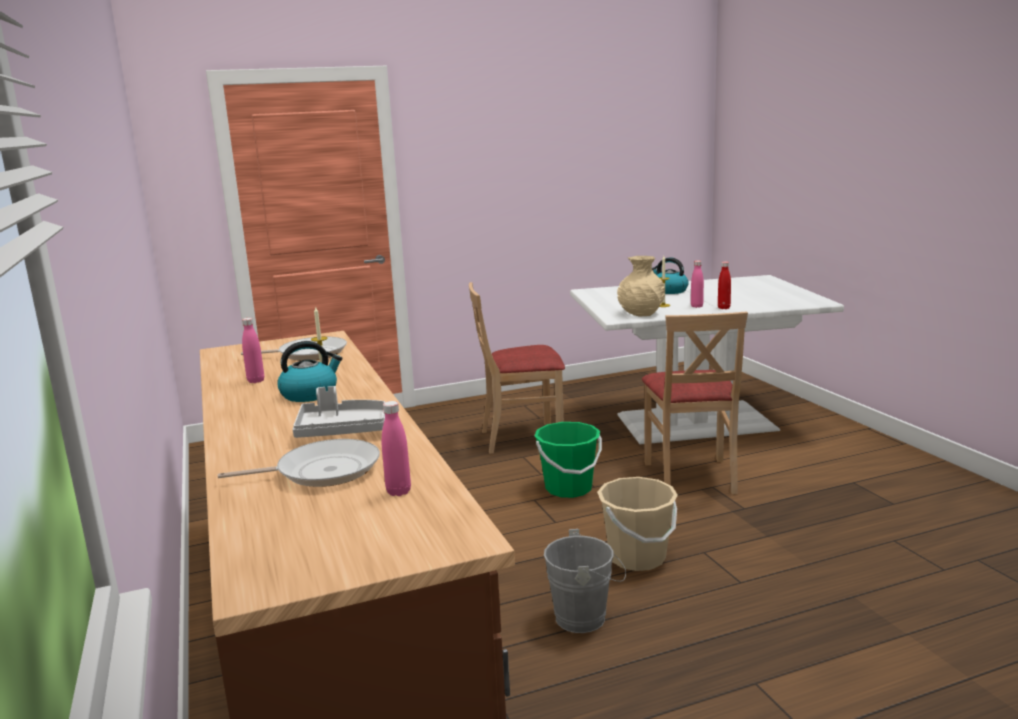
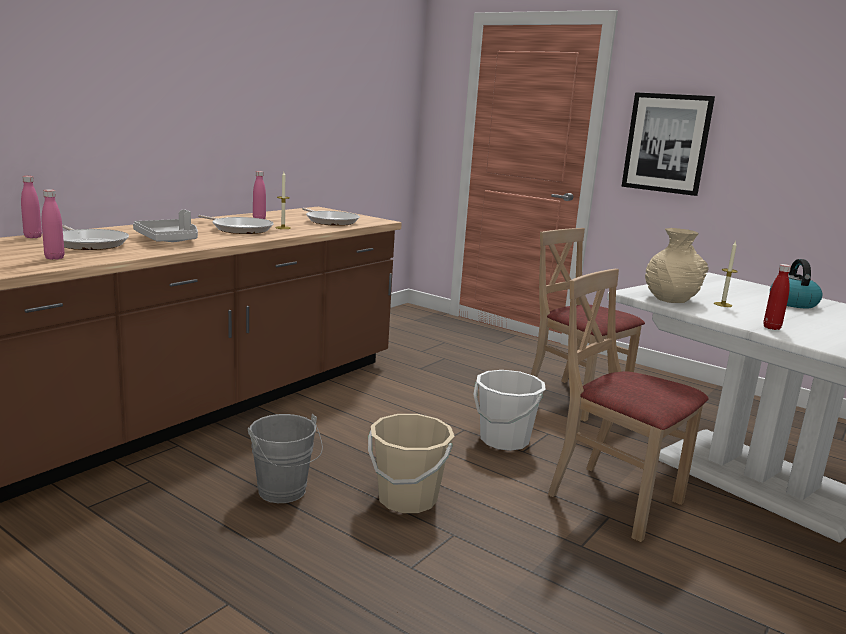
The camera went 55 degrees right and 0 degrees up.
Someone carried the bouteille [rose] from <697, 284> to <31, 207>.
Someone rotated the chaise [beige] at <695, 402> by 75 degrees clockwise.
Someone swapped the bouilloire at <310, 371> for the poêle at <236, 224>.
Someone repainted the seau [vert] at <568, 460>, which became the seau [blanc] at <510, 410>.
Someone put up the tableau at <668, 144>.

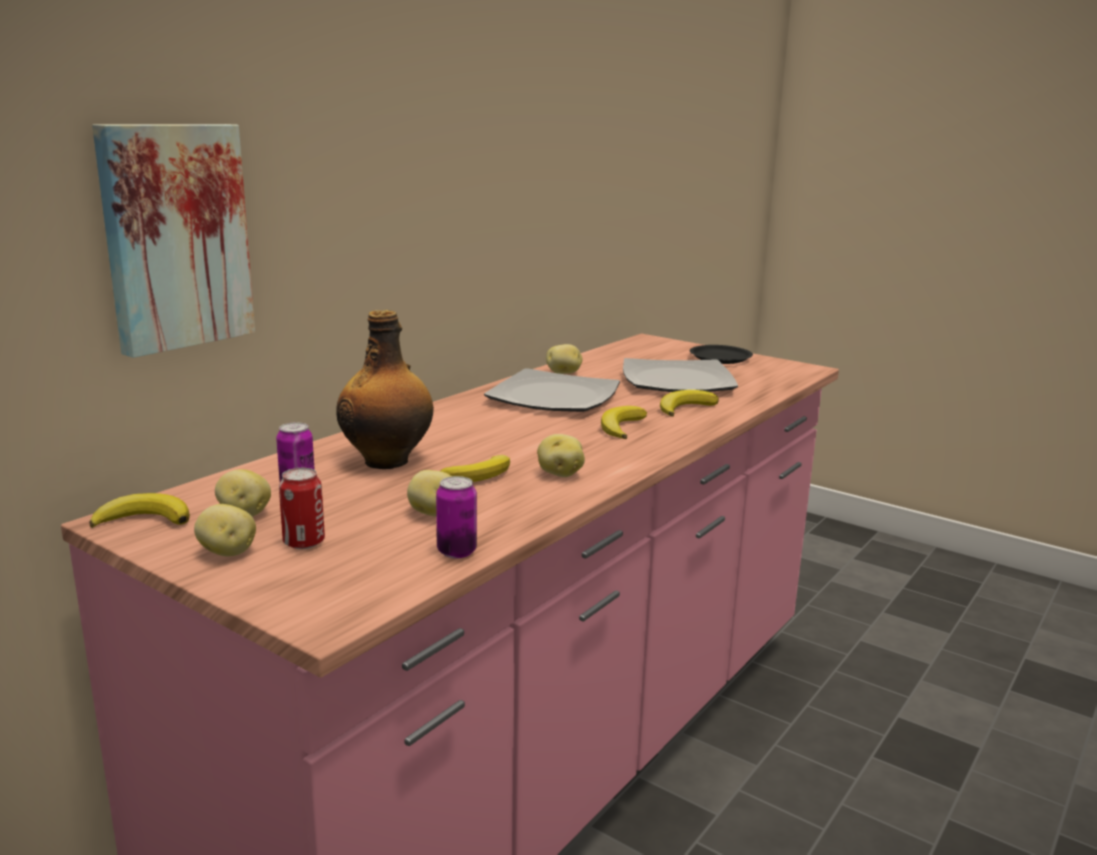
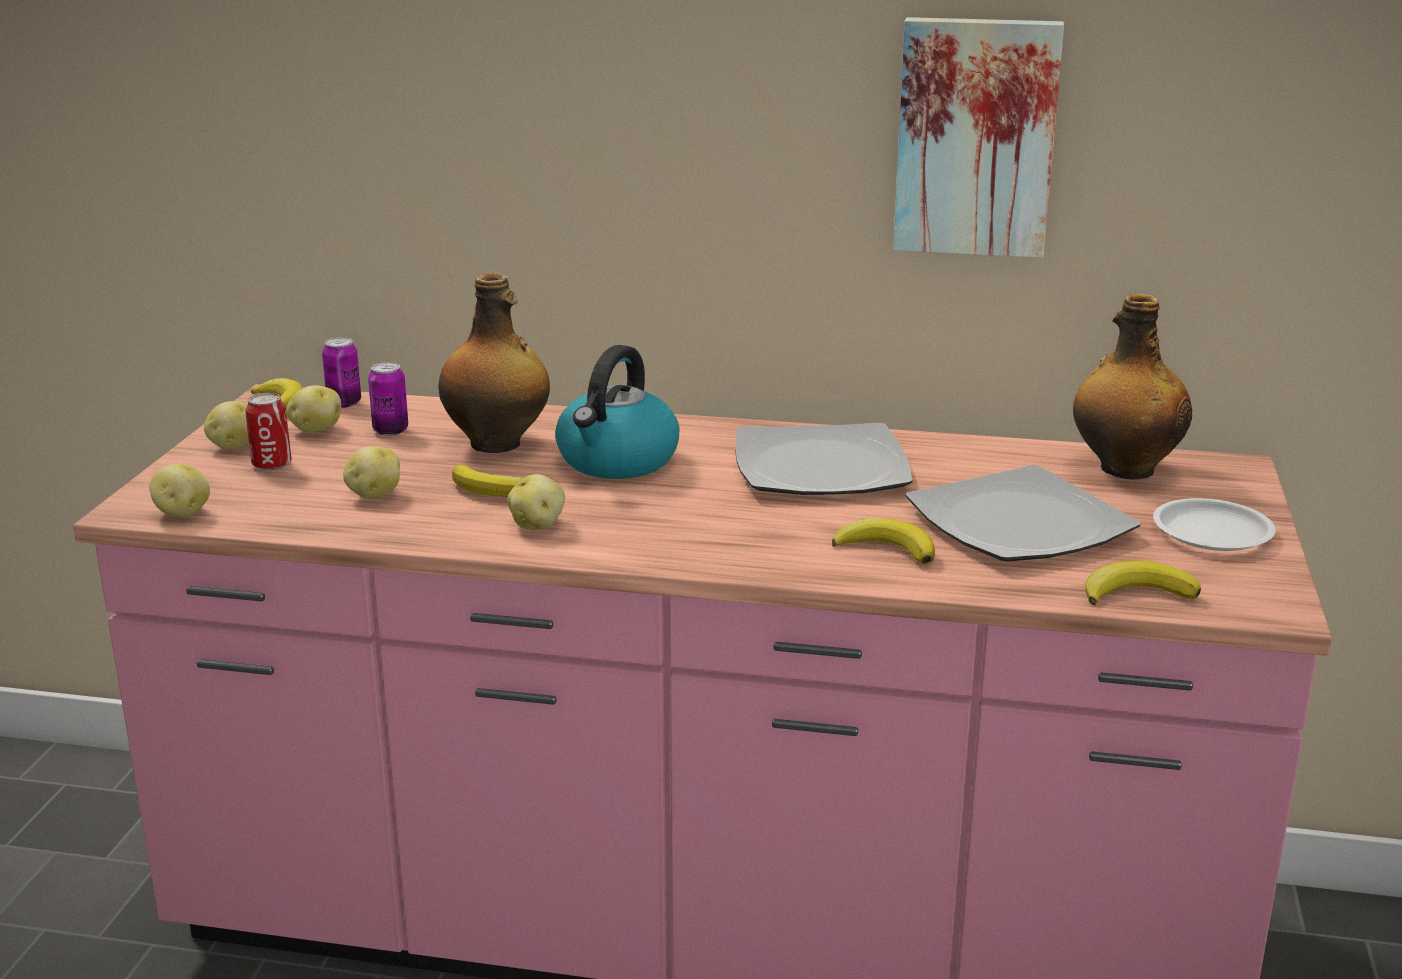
The camera went 65 degrees right and 5 degrees up.
Someone carried the tableau from <173, 241> to <978, 137>.
Someone carried the pomme de terre from <564, 359> to <179, 491>.
Someone repainted the assiette [noir] at <721, 354>, which became the assiette [blanc] at <1214, 524>.
Someone carried the banane from <624, 422> to <1143, 583>.
Someone carried the boîte métallique from <456, 517> to <341, 372>.
Someone put down the bouteille at <1132, 386>.
Someone put down the bouilloire at <617, 412>.

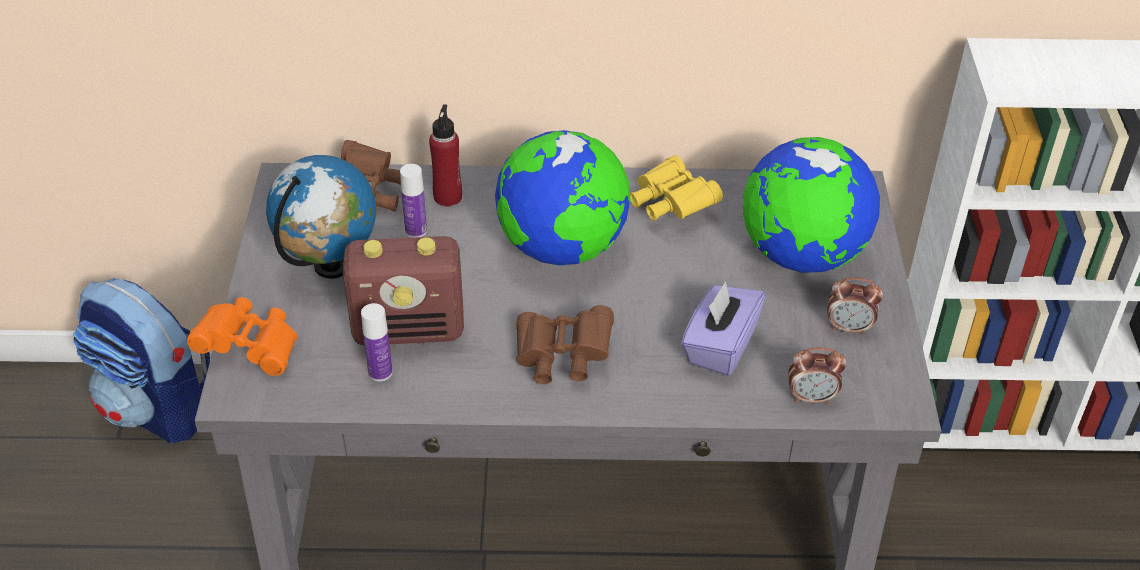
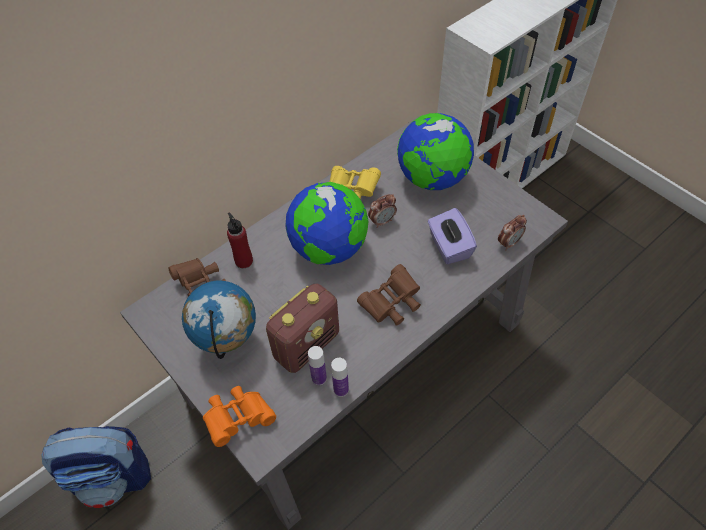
The camera went 40 degrees left and 10 degrees up.
Someone carried the bouteille from <413, 201> to <340, 377>.
Someone carried the réveil from <855, 306> to <382, 211>.

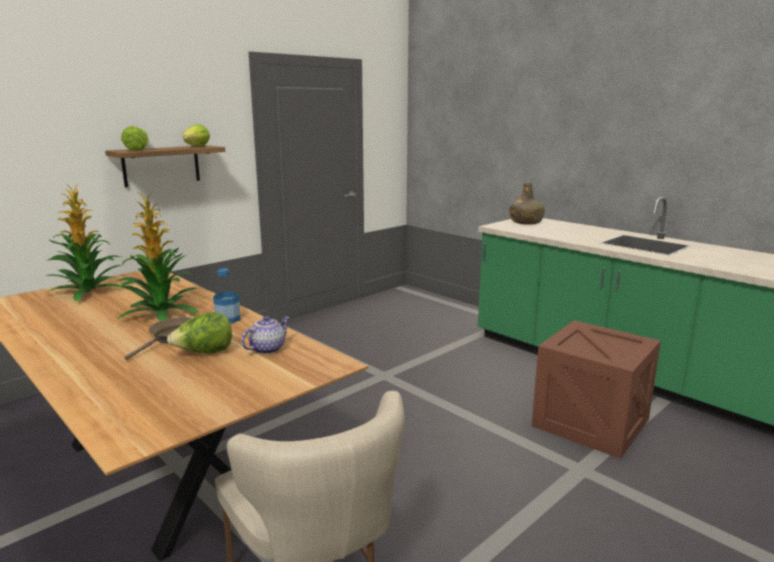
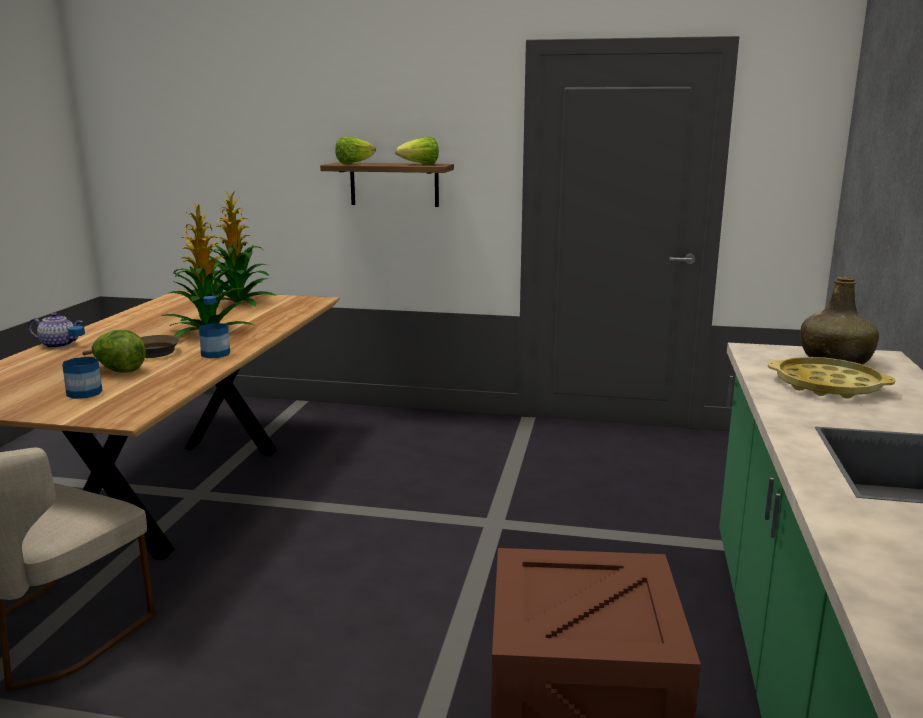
The camera went 55 degrees right and 0 degrees up.
Someone carried the théière from <265, 335> to <55, 330>.
Someone put down the bouteille at <82, 362>.
Someone put down the plateau [jaune] at <831, 378>.

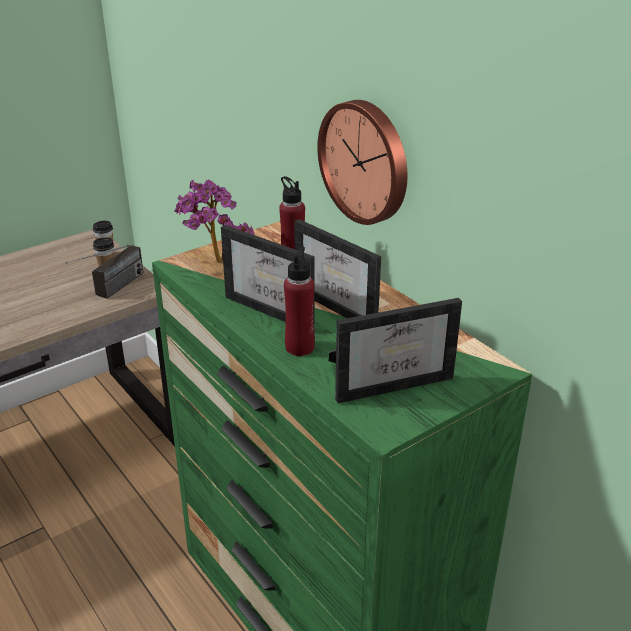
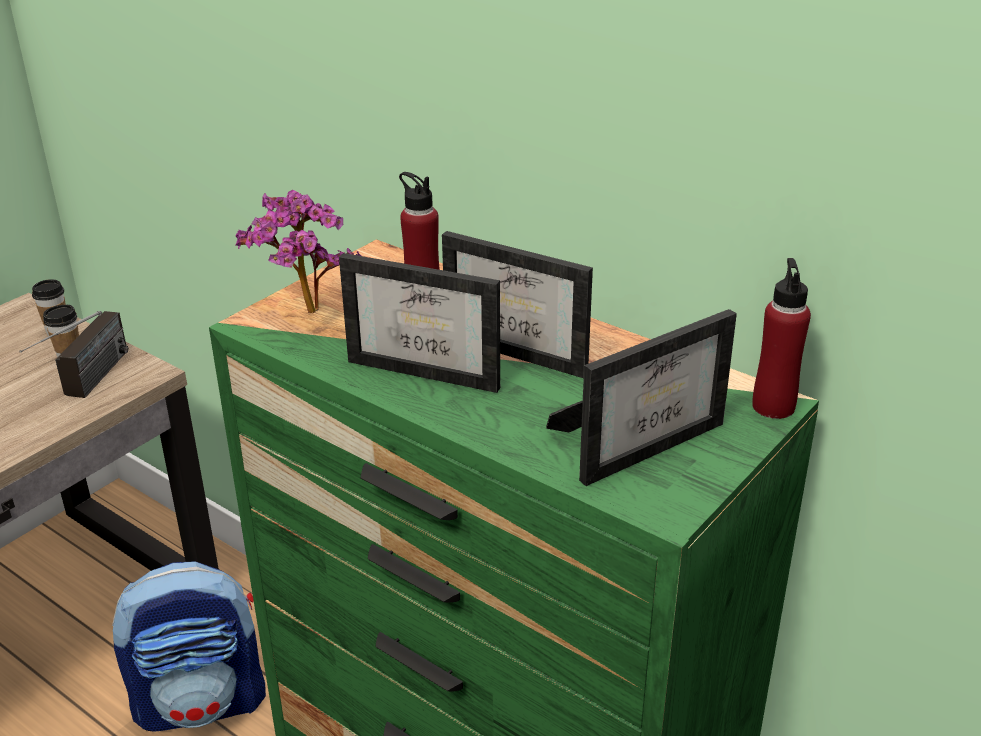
The camera went 15 degrees left and 0 degrees up.
Someone took away the horloge murale at <362, 162>.
Someone carried the bouteille [rouge] from <299, 301> to <781, 338>.
Someone put down the sac à dos at <189, 646>.

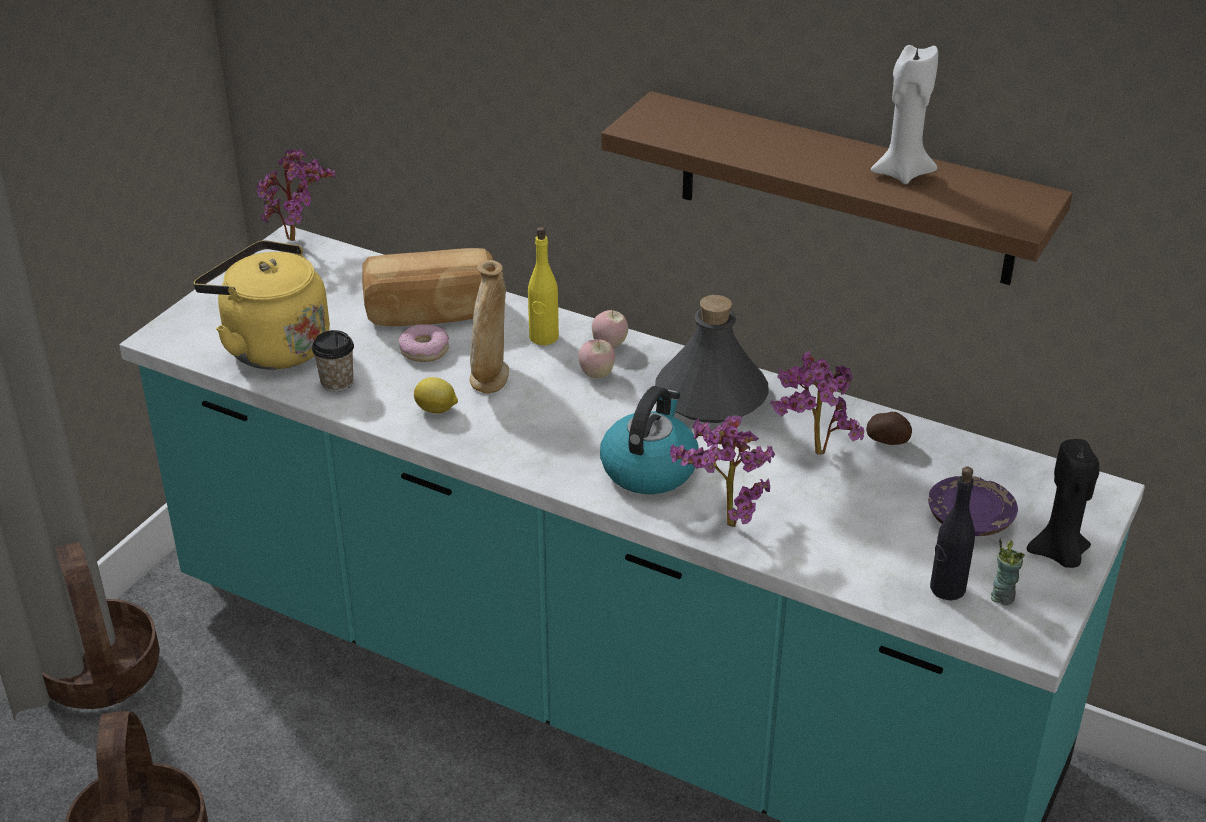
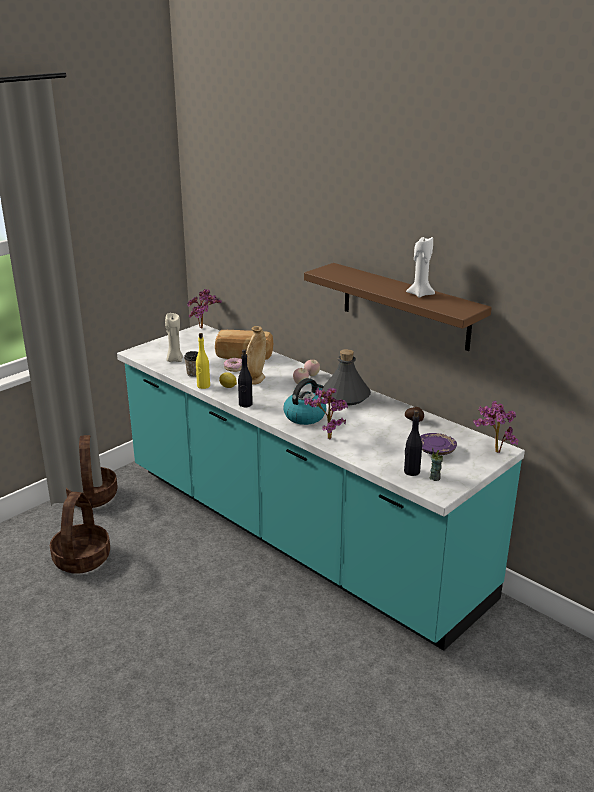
The camera went 15 degrees right and 10 degrees down.
Someone carried the bouteille [jaune] from <543, 285> to <203, 361>.
Someone swapped the bouilloire [jaune] at <261, 304> for the bougie [beige] at <174, 337>.
Someone carried the plante en pot from <817, 403> to <495, 427>.
Someone took away the bougie [noir] at <1063, 503>.
Someone put down the bouteille [noir] at <245, 378>.

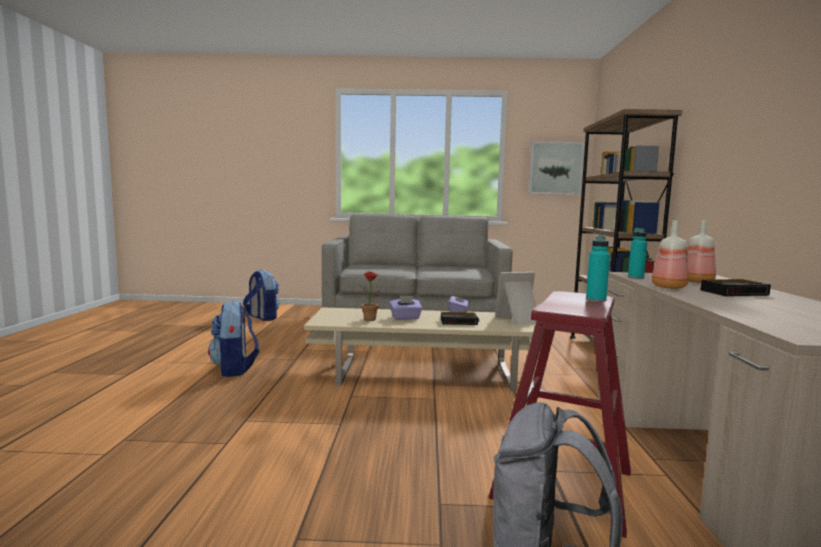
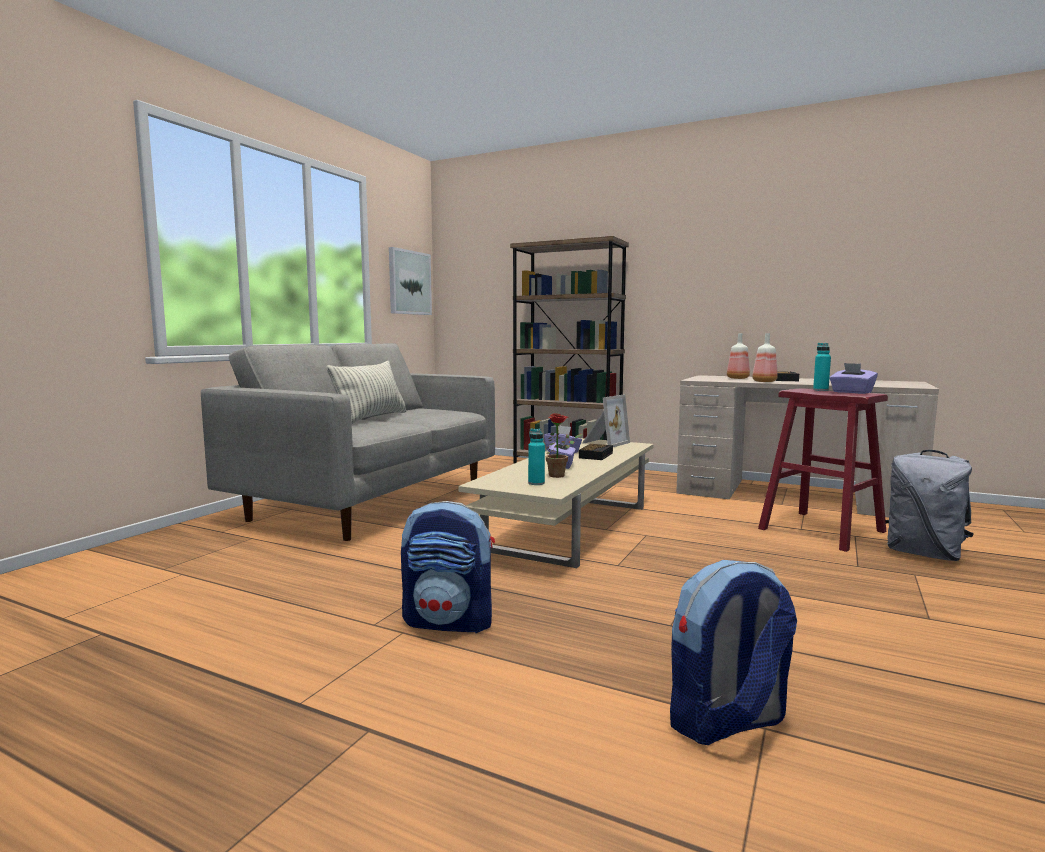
The camera went 65 degrees left and 0 degrees up.
Someone carried the bouteille [turquoise] from <637, 253> to <536, 457>.
Someone carried the sac à dos from <261, 295> to <733, 652>.
Someone rotated the cadre photo at <516, 298> by 150 degrees counterclockwise.
Someone put down the coussin at <366, 392>.
Someone put down the boîte à mouchoirs [violet] at <854, 378>.

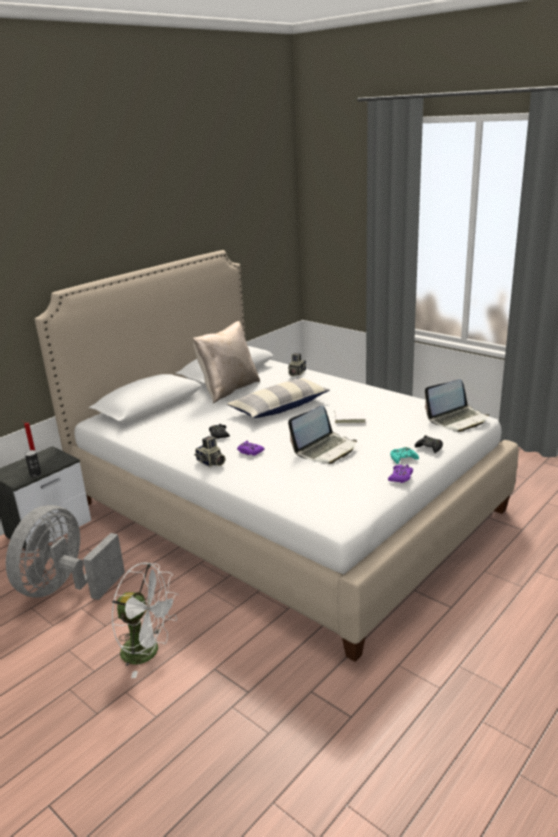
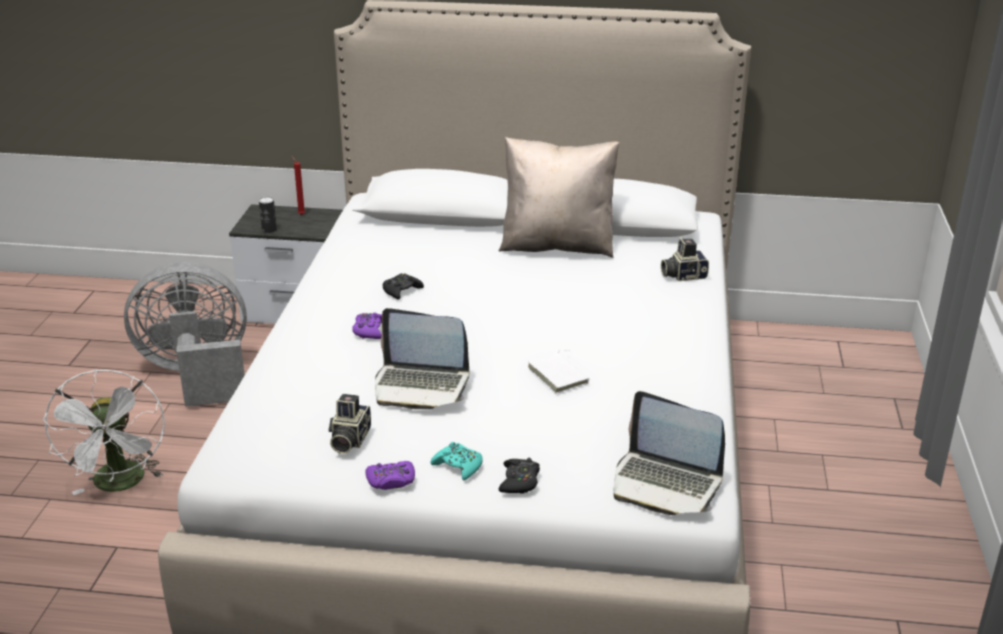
The camera went 55 degrees right and 5 degrees up.
Someone took away the coussin at <278, 398>.
Someone carried the appareil photo from <209, 451> to <350, 424>.

